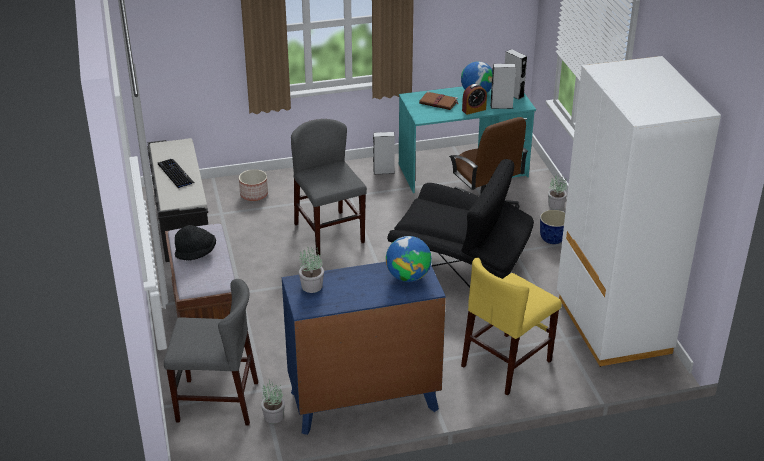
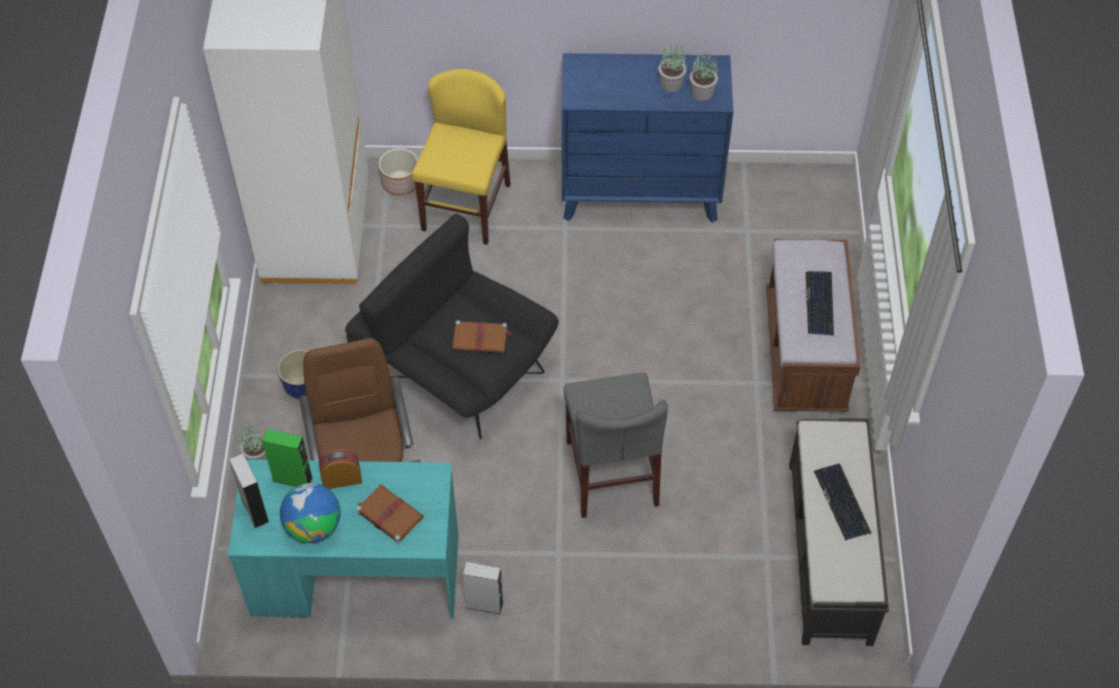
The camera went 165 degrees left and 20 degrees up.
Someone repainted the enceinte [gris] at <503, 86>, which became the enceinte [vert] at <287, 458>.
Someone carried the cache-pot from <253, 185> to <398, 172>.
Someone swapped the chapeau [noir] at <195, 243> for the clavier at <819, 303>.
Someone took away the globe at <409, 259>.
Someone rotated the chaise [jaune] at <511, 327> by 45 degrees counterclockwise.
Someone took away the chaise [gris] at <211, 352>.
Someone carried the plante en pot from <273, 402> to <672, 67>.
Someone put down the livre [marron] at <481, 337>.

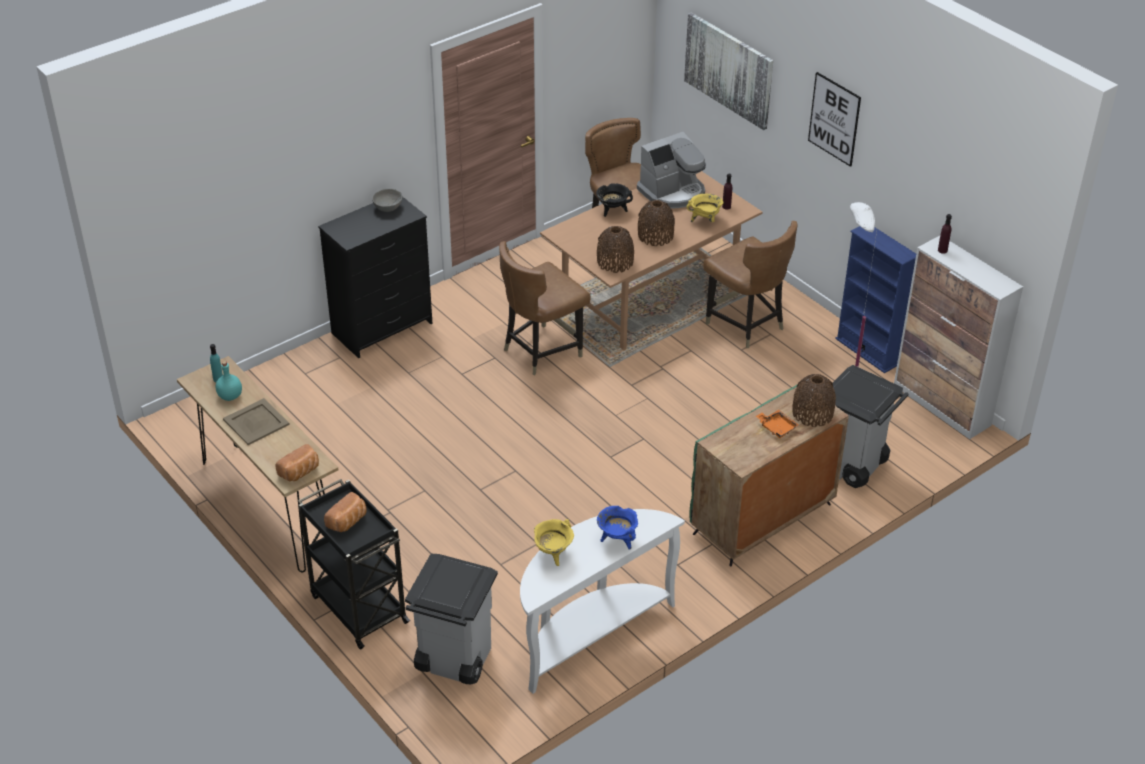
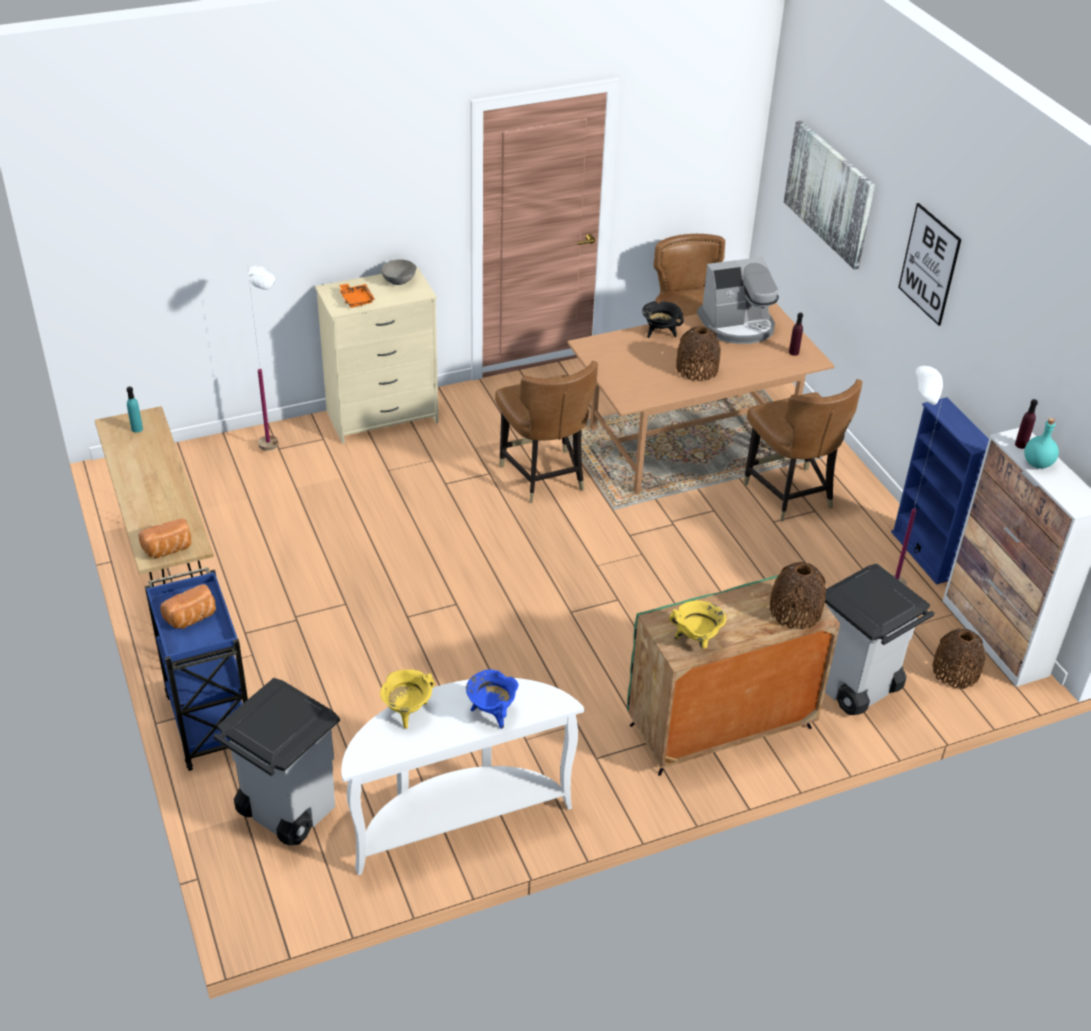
The camera went 15 degrees right and 0 degrees up.
Someone carried the marmite [jaune] from <705, 207> to <698, 624>.
Someone repainted the commode [noir] at <375, 277>, which became the commode [beige] at <376, 355>.
Someone carried the vase [marron] from <615, 249> to <959, 658>.
Someone rotated the chaise [marron] at <545, 308> by 90 degrees counterclockwise.
Someone carried the bouteille [turquoise] from <229, 381> to <1041, 443>.
Someone took away the plateau [beige] at <256, 421>.
Someone carried the plateau [orange] from <777, 424> to <357, 296>.
Someone repainted the chariot [noir] at <354, 564>, which became the chariot [bleu] at <196, 669>.
Someone put down the lampadaire [blanc] at <263, 358>.

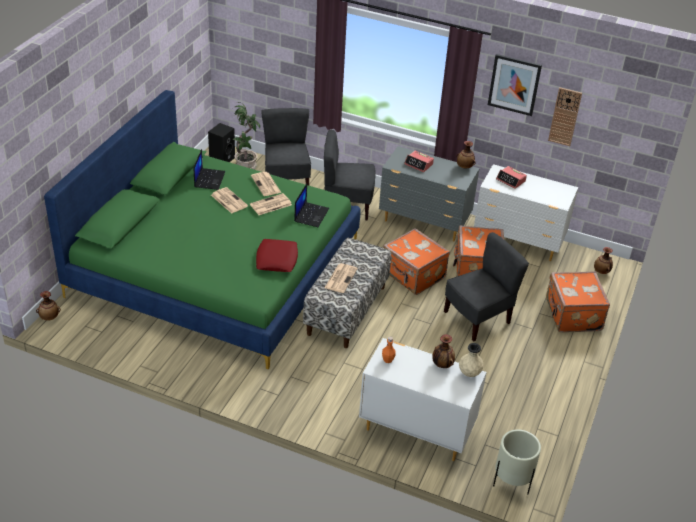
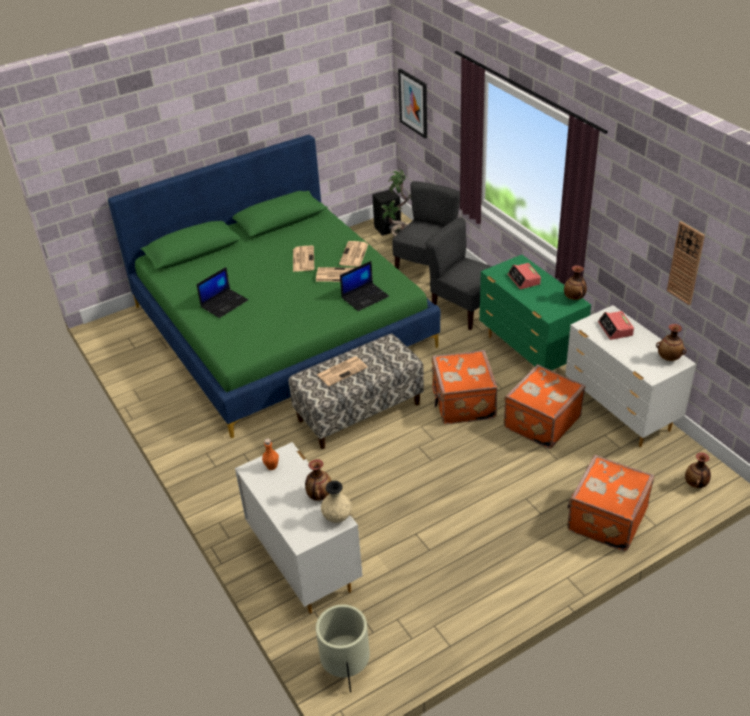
The camera went 40 degrees right and 0 degrees up.
Someone carried the tableau from <515, 85> to <412, 103>.
Someone repainted the commode [gris] at <429, 193>, which became the commode [vert] at <535, 313>.
Someone carried the ordinateur portable from <209, 169> to <222, 292>.
Someone took away the chaise [gris] at <486, 287>.
Someone took away the coussin [rouge] at <277, 255>.
Someone carried the vase from <48, 306> to <671, 342>.

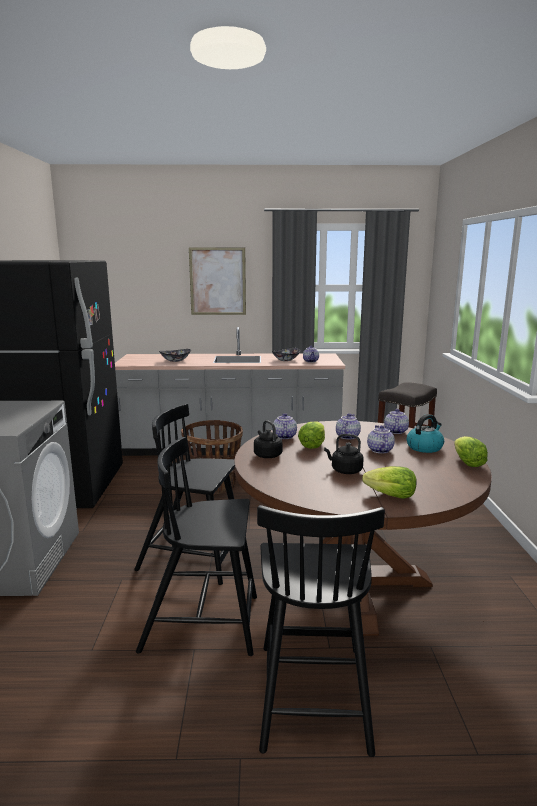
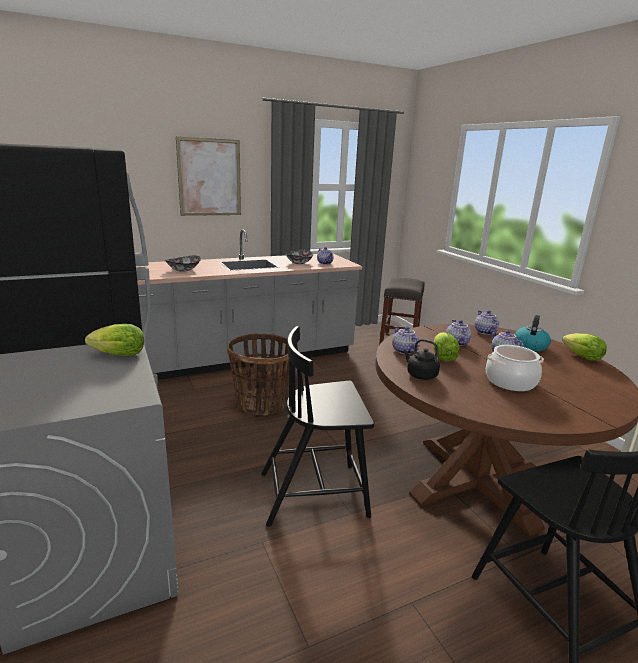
The camera went 25 degrees left and 5 degrees up.
Someone swapped the bouilloire [noir] at <343, 454> for the marmite at <515, 368>.
Someone took away the chaise [noir] at <196, 546>.
Someone carried the laitue from <389, 482> to <114, 340>.

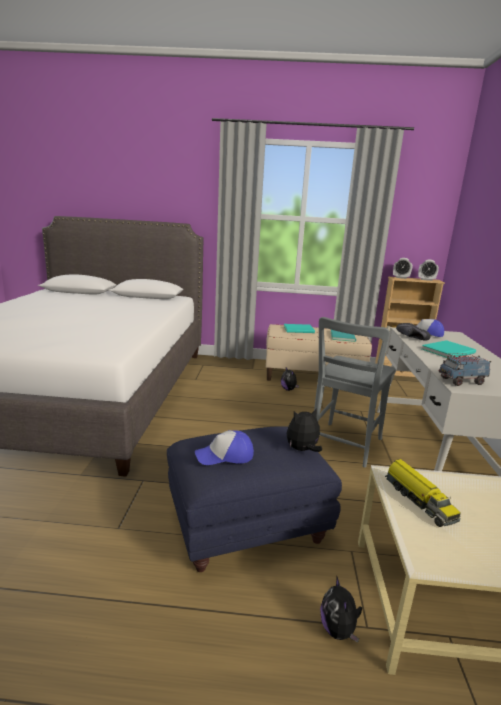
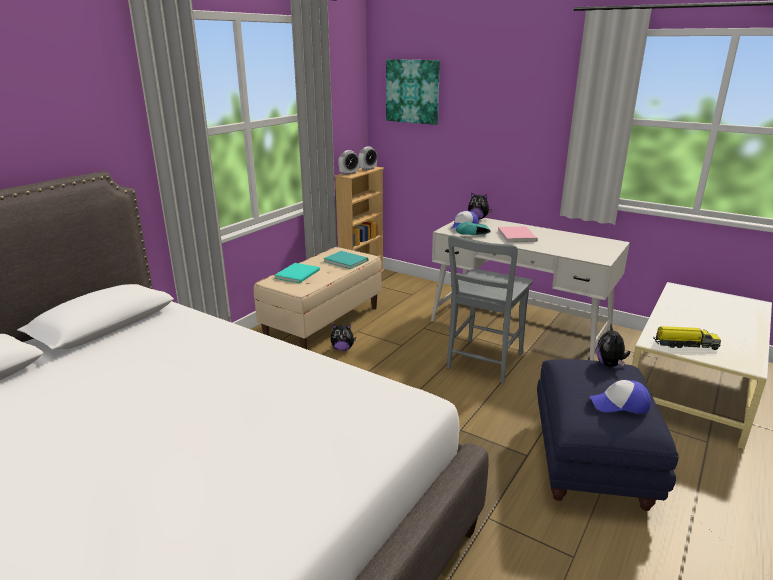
The camera went 60 degrees left and 5 degrees up.
Someone rotated the chaise [gris] at <354, 392> by 60 degrees clockwise.
Someone repainted the chaussure [noir] at <413, 332>, which became the chaussure [turquoise] at <473, 228>.
Someone repainted the livre [turquoise] at <449, 349>, which became the livre [rose] at <518, 234>.
Someone took away the camion jouet at <464, 369>.
Someone rotated the casquette at <224, 447> by 75 degrees clockwise.
Someone carried the peluche from <341, 609> to <480, 206>.
Someone put up the tableau at <413, 92>.

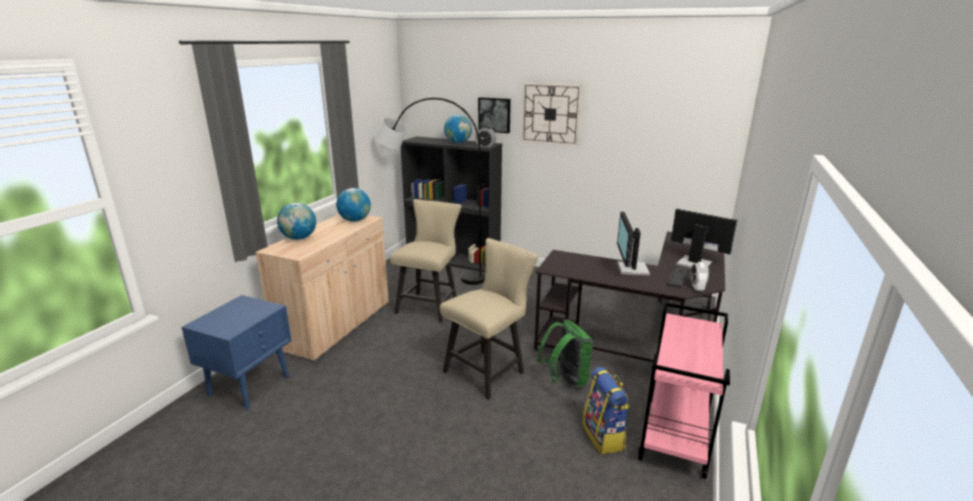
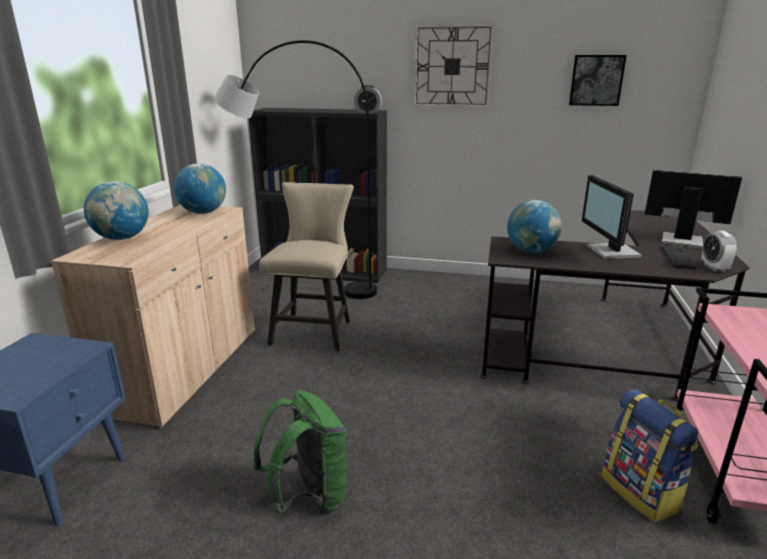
The camera went 10 degrees left and 0 degrees up.
Someone carried the tableau from <494, 115> to <598, 80>.
Someone carried the globe from <458, 128> to <534, 226>.
Someone took away the chaise [beige] at <489, 319>.
Someone carried the sac à dos [vert] from <565, 354> to <301, 452>.

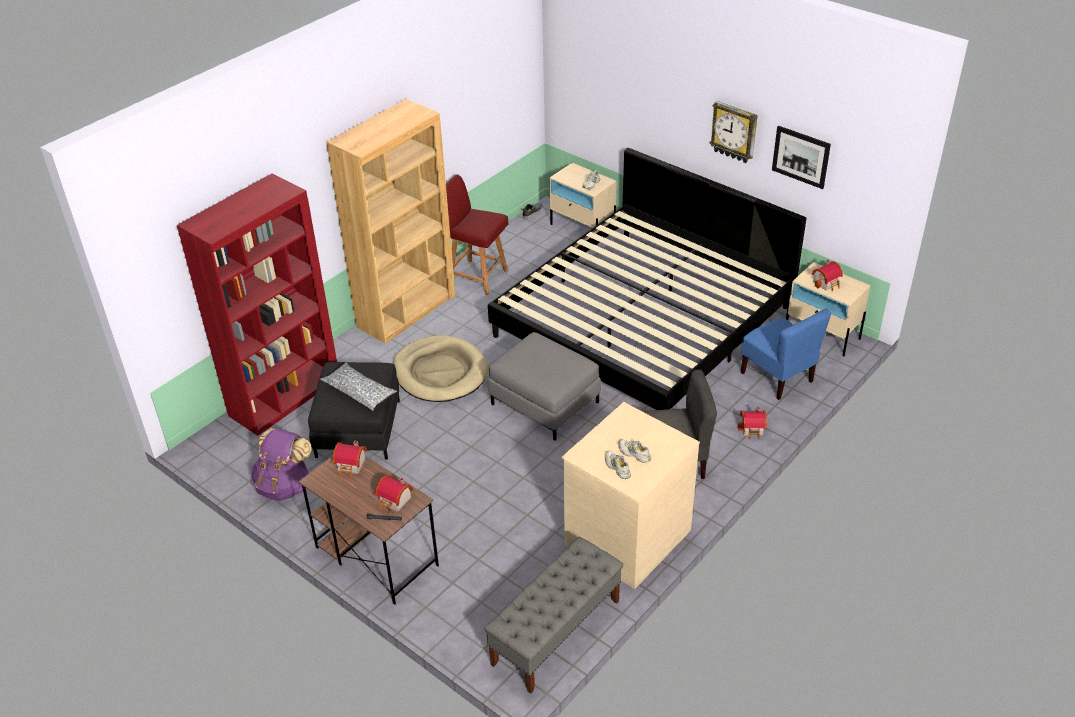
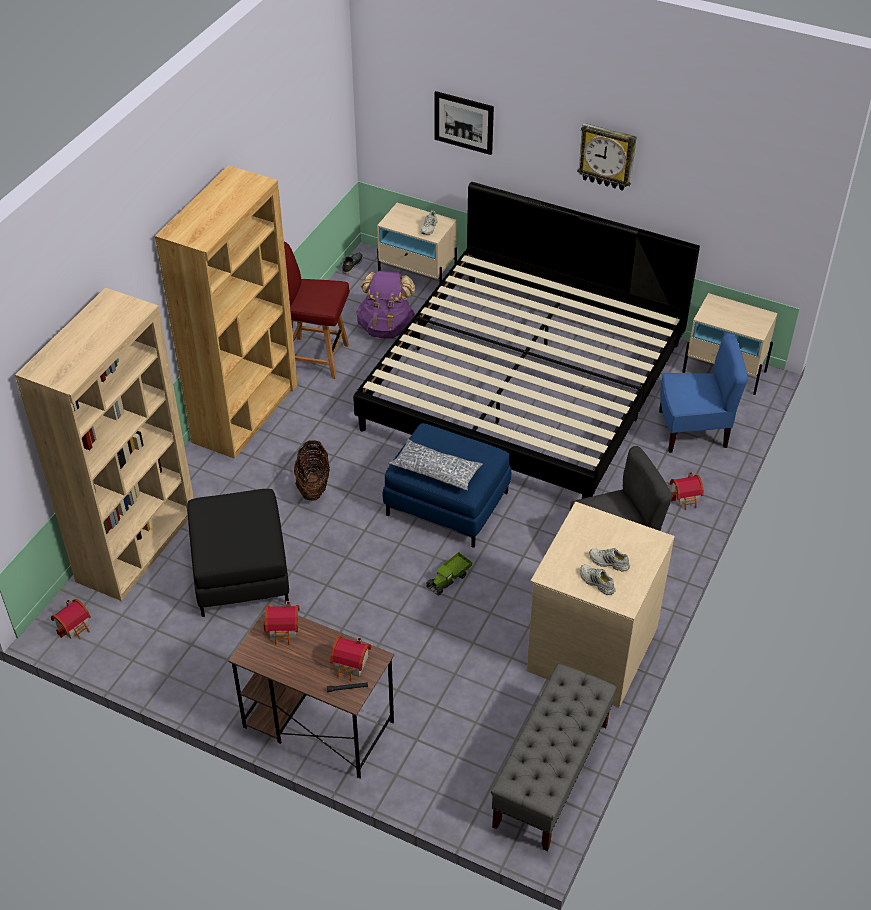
The camera went 15 degrees left and 5 degrees up.
Someone carried the tableau from <801, 157> to <464, 123>.
Someone repainted the bibliothèque [rouge] at <257, 304>, which became the bibliothèque [beige] at <104, 444>.
Someone carried the maison miniature from <827, 276> to <71, 619>.
Someone rotated the chaise [bleu] at <786, 354> by 45 degrees counterclockwise.
Someone repainted the pouf [gris] at <544, 386>, which became the pouf [bleu] at <447, 485>.
Someone swapped the panier pour chien [beige] at <440, 368> for the panier at <312, 470>.
Someone carried the coussin from <358, 386> to <435, 465>.
Someone carried the sac à dos [violet] from <281, 464> to <386, 305>.
Someone put down the camion jouet at <449, 574>.

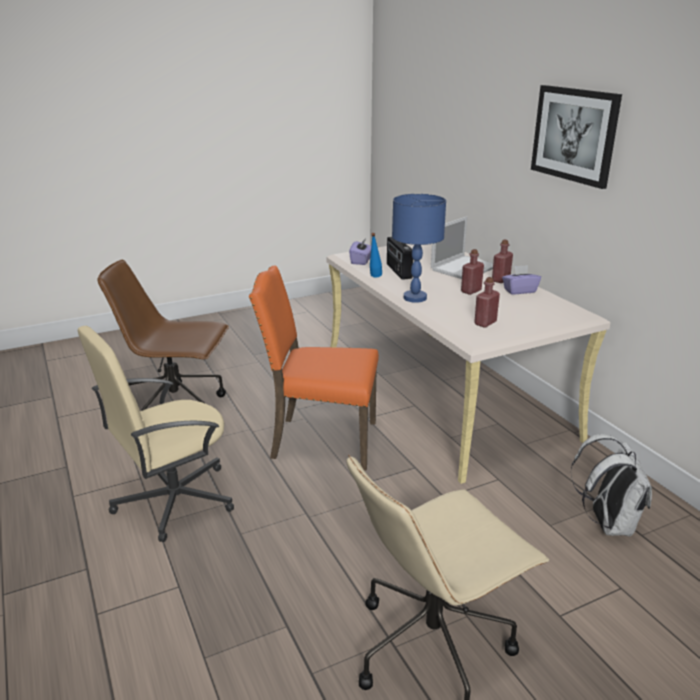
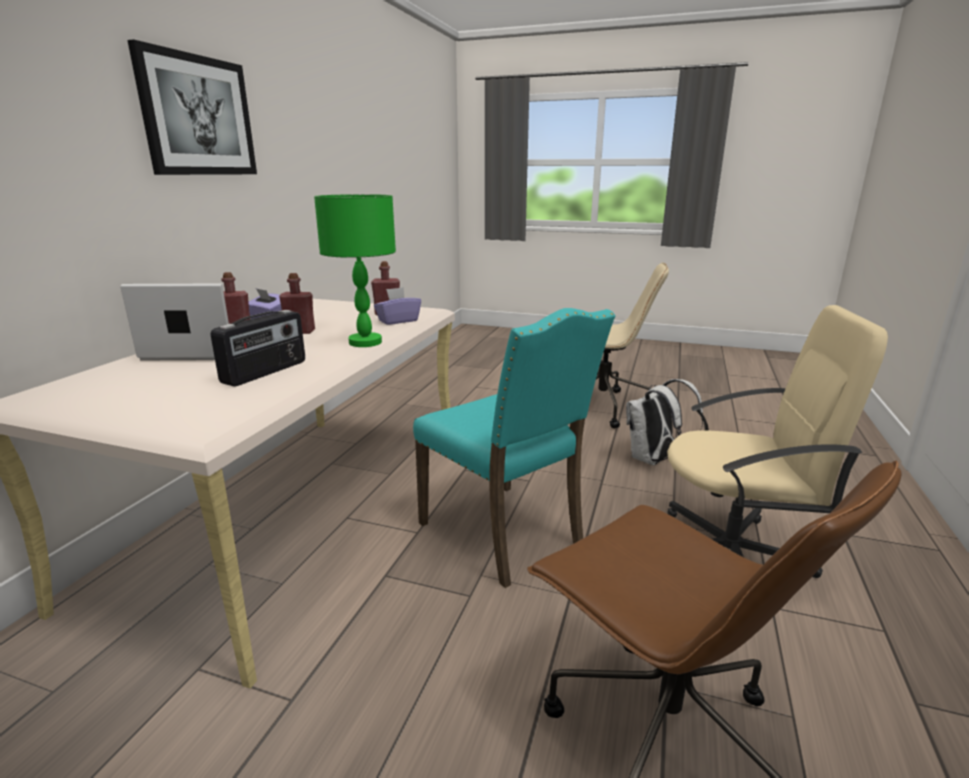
The camera went 135 degrees left and 5 degrees down.
Someone repainted the lampe de table [bleu] at <419, 248>, which became the lampe de table [vert] at <355, 270>.
Someone took away the bouteille [bleu] at <376, 255>.
Someone carried the boîte à mouchoirs [violet] from <360, 251> to <397, 306>.
Someone repainted the chaise [orange] at <314, 368>, which became the chaise [turquoise] at <514, 448>.
Someone carried the sac à dos [blanc] from <611, 485> to <664, 422>.

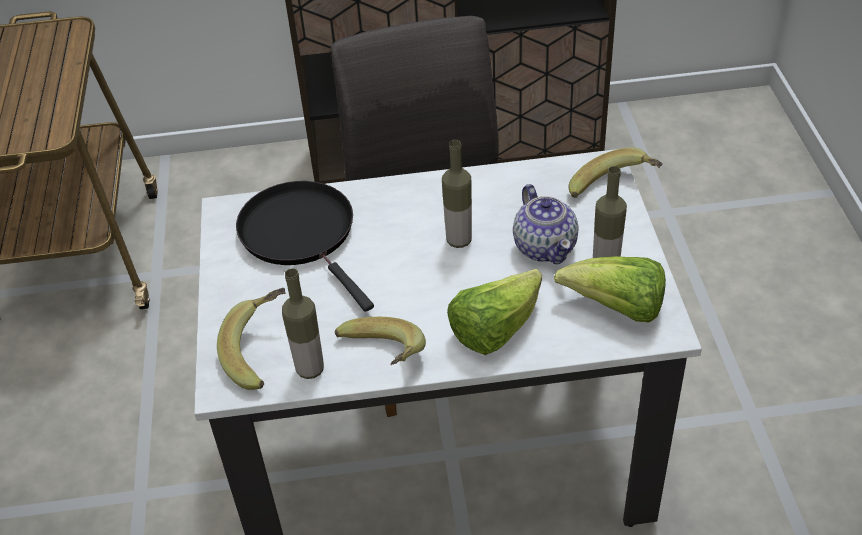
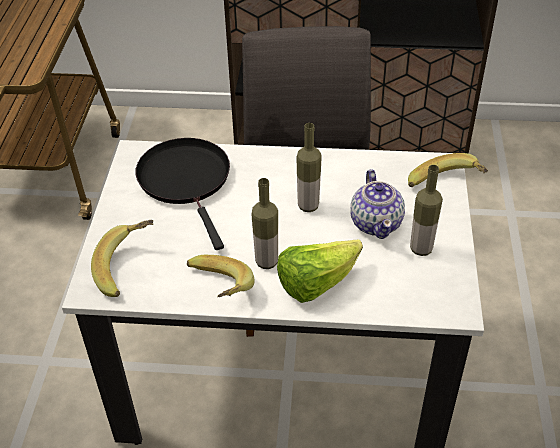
The camera went 10 degrees right and 0 degrees up.
Someone took away the laitue at <610, 289>.
Someone carried the bouteille from <303, 323> to <264, 223>.

